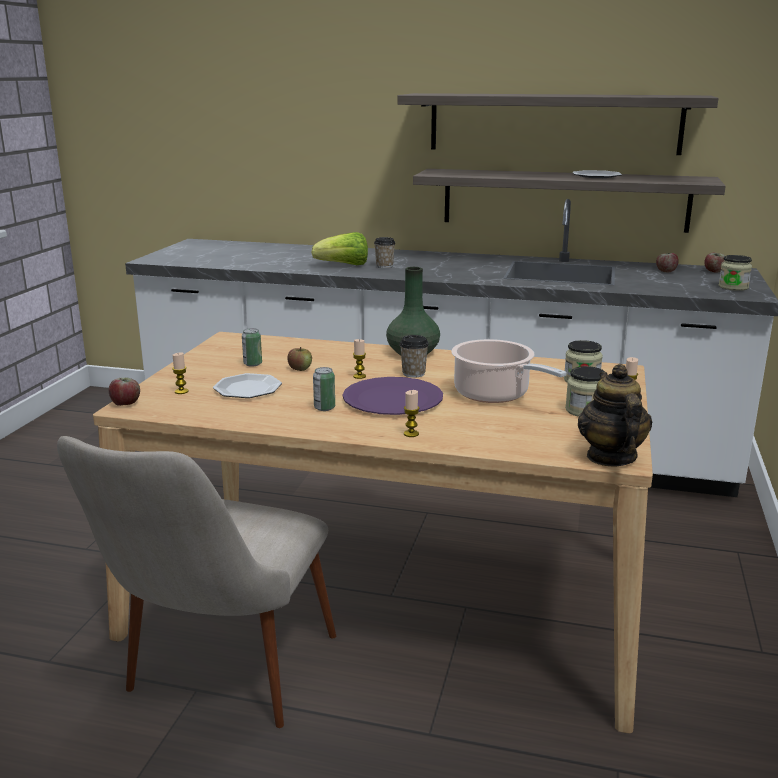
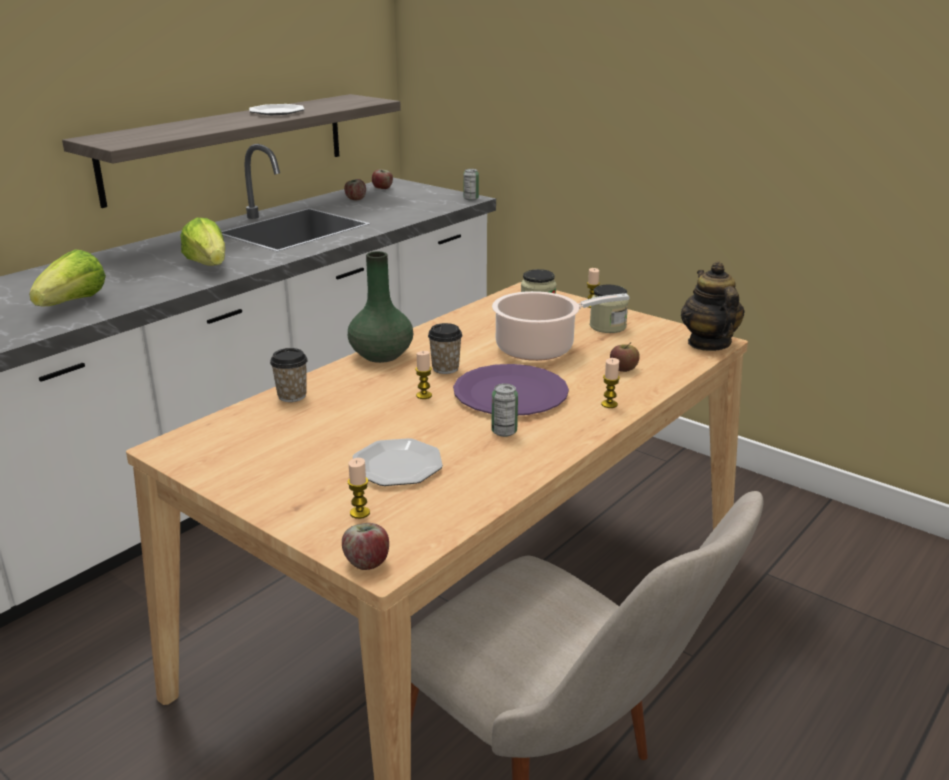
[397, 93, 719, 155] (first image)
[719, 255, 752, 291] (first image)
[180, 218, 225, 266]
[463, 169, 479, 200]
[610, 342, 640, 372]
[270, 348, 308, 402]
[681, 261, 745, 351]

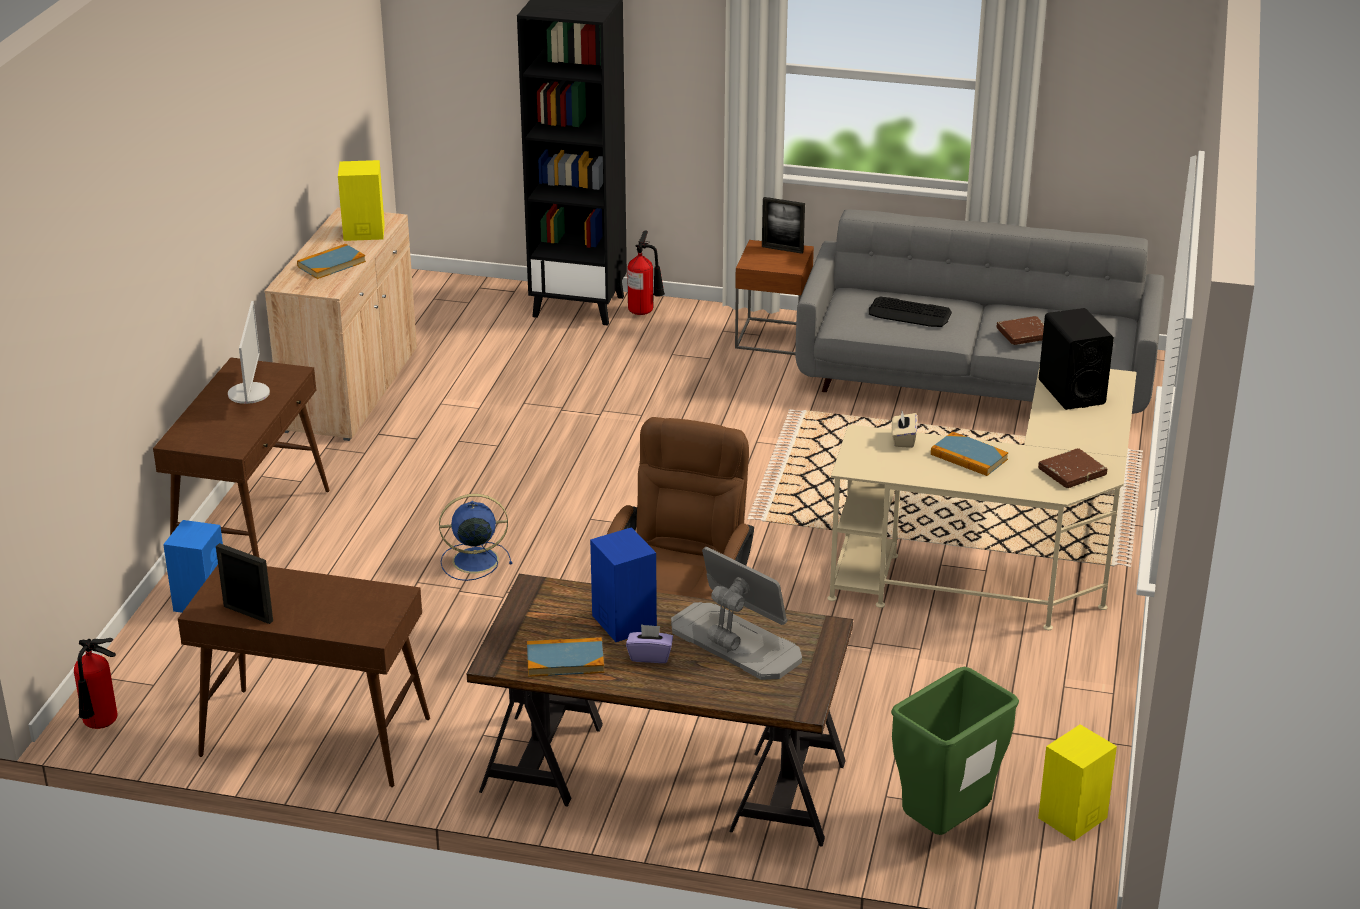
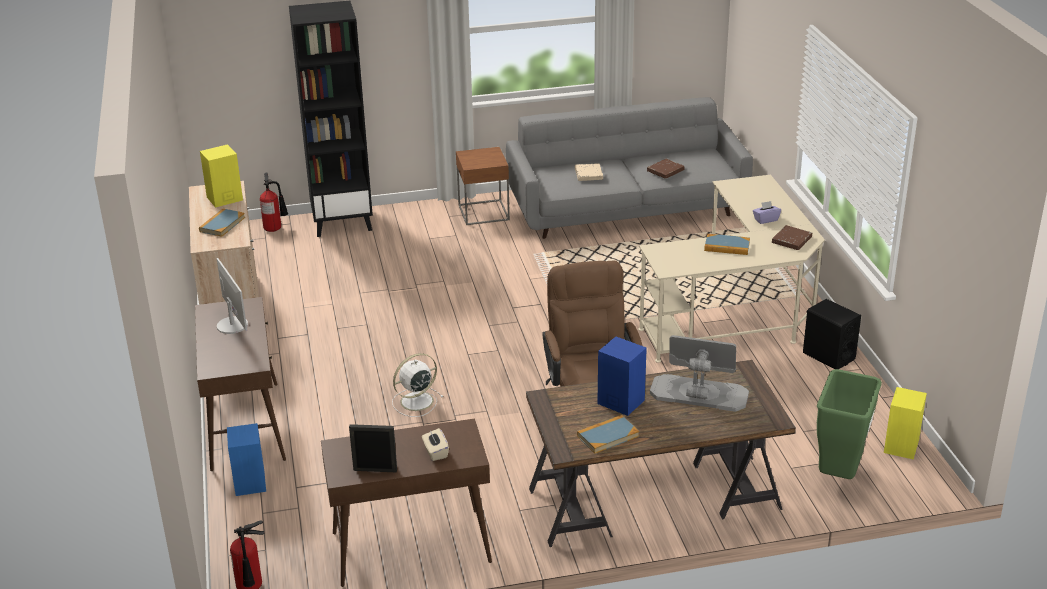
[762, 197, 805, 254] (first image)
[753, 201, 781, 224]
[260, 172, 288, 232]
[422, 428, 449, 461]
[803, 299, 861, 369]
[575, 163, 603, 181]
[392, 353, 443, 417]

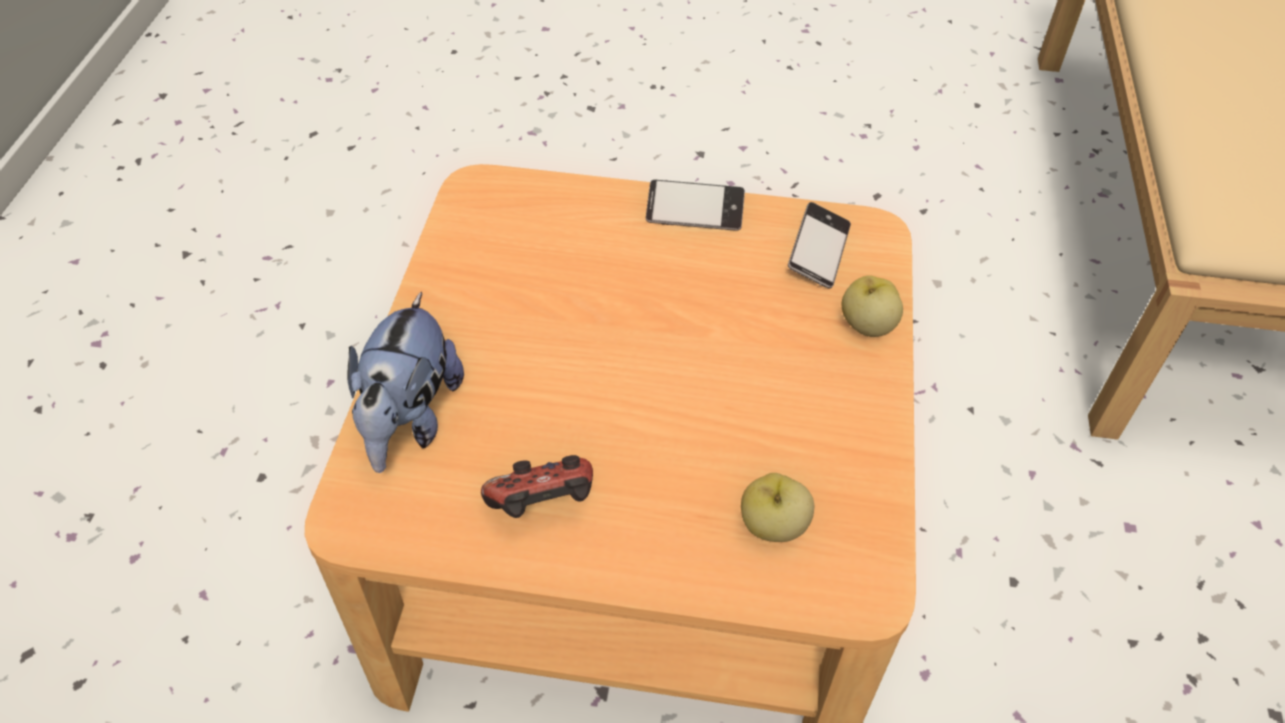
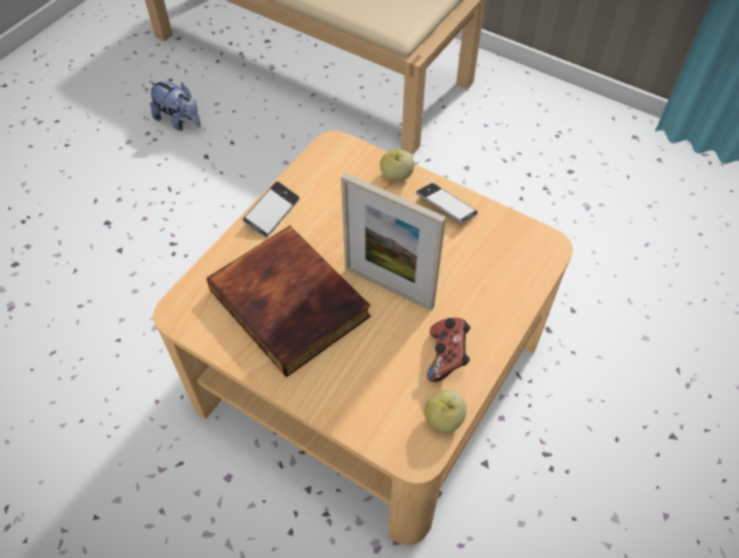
[206, 226, 371, 377]
[341, 173, 446, 311]
[149, 81, 201, 131]
[424, 389, 467, 433]
[416, 183, 478, 223]

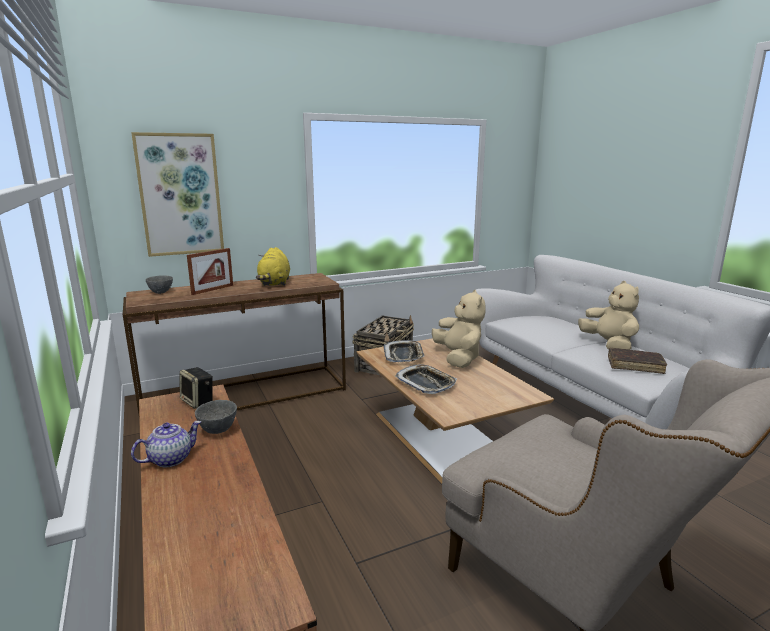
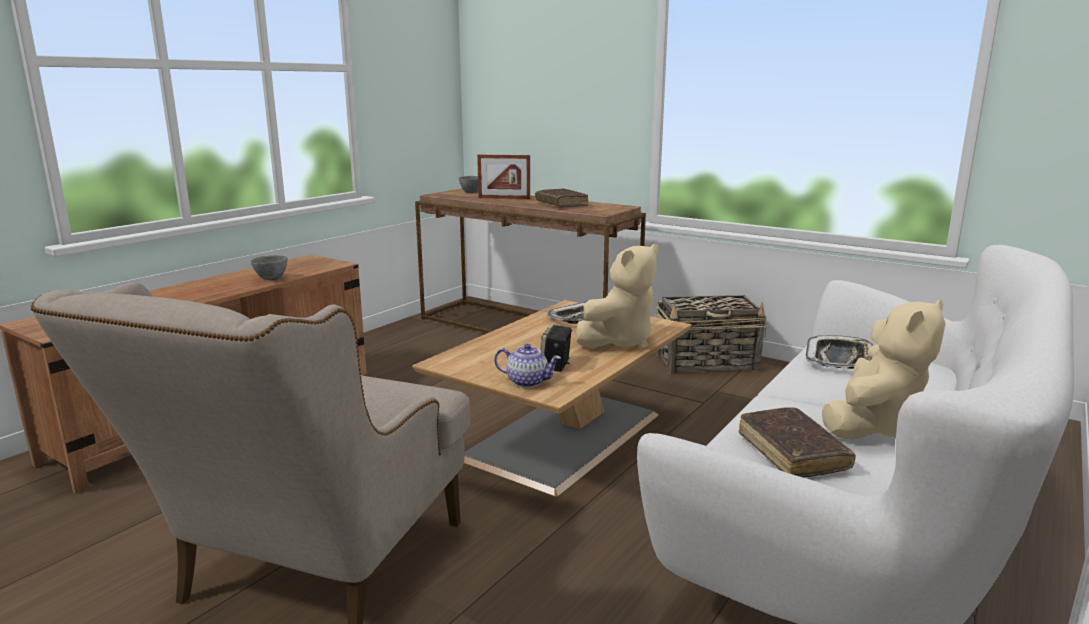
[131, 132, 224, 257] (first image)
[494, 344, 561, 388]
[540, 324, 572, 372]
[806, 335, 873, 369]
[535, 188, 588, 207]

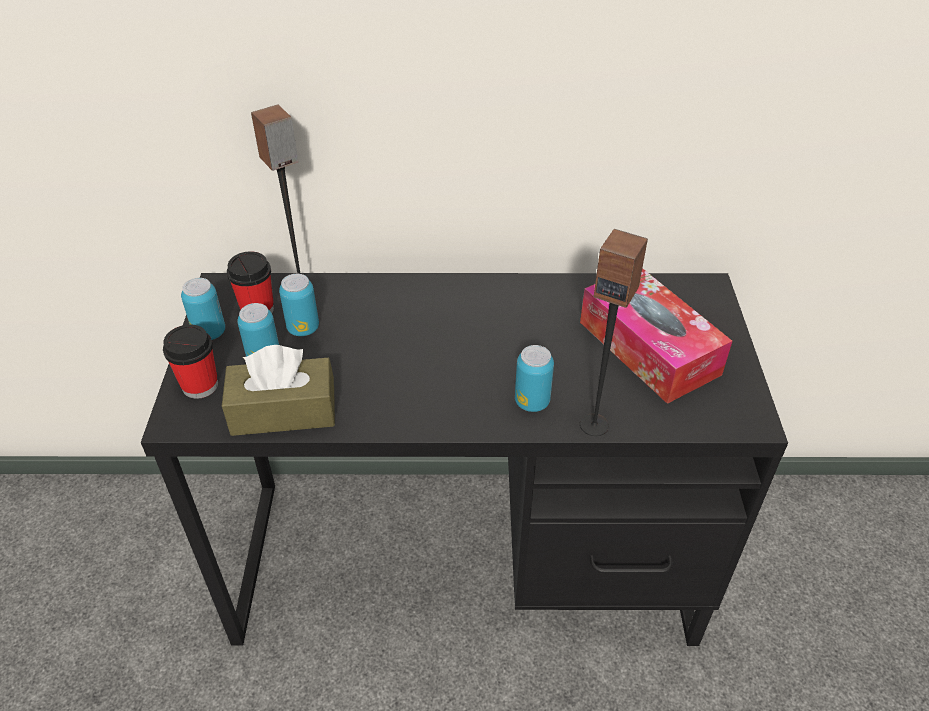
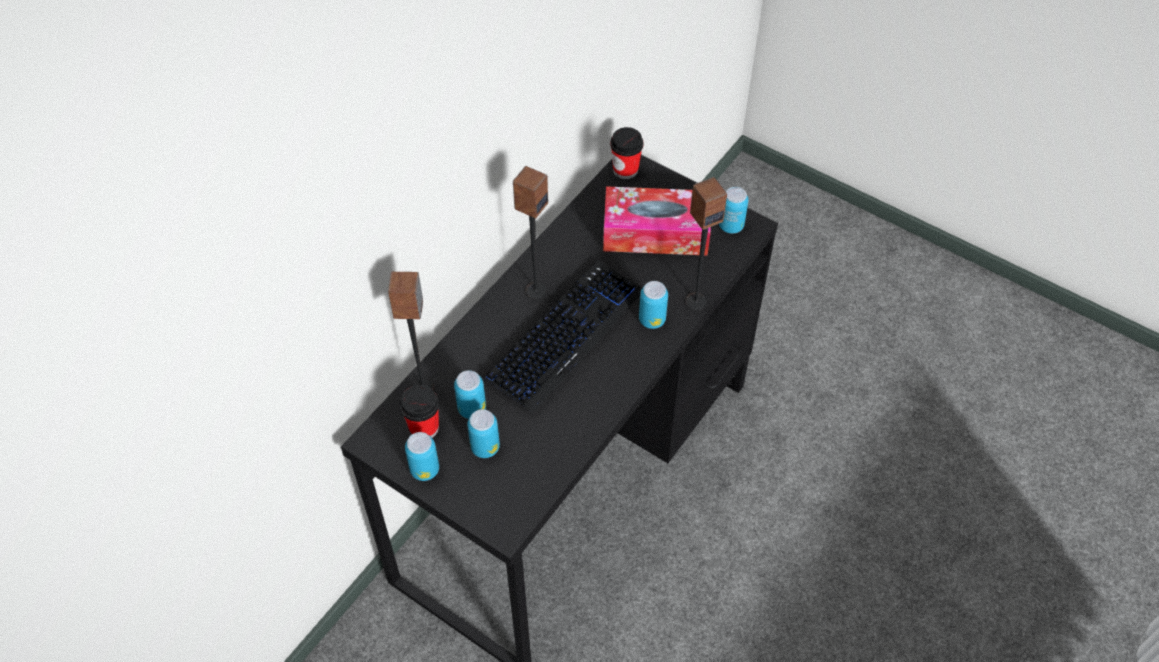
[222, 345, 335, 436] (first image)
[482, 260, 642, 413]
[513, 166, 548, 299]
[719, 187, 749, 234]
[610, 127, 644, 179]

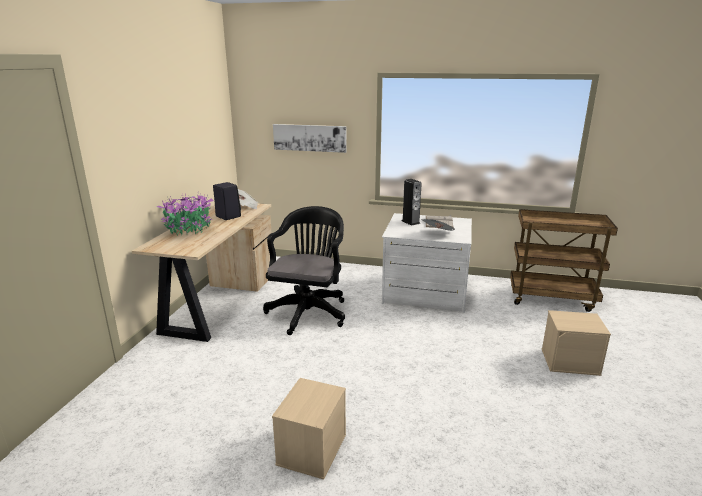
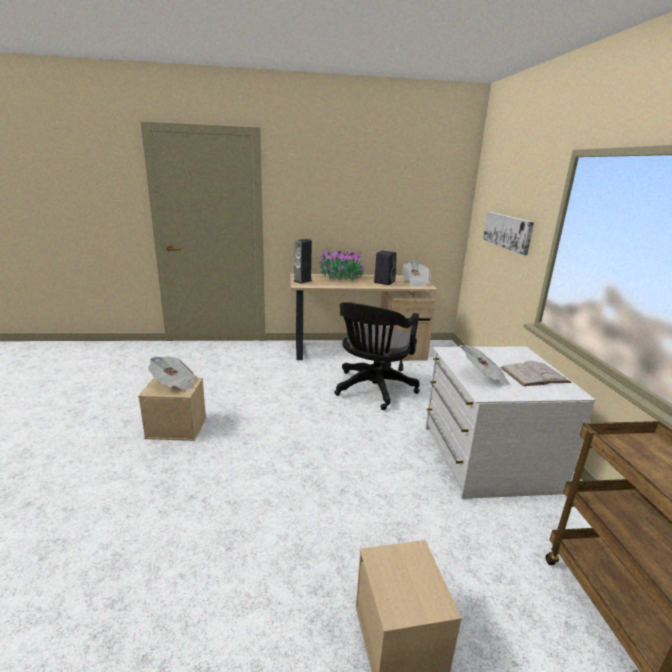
[148, 356, 197, 391]
[293, 239, 312, 284]
[335, 302, 420, 410]

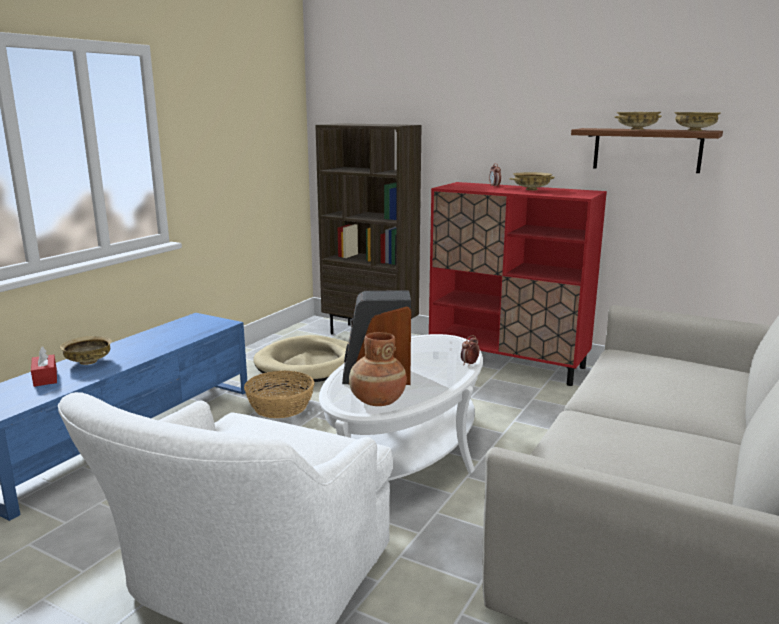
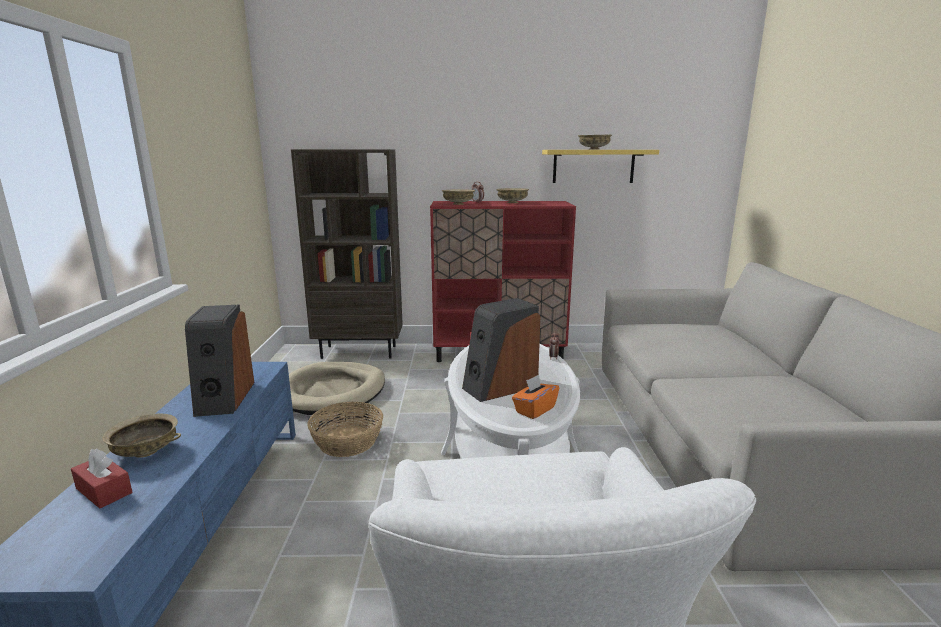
[185, 305, 254, 417]
[441, 189, 475, 205]
[512, 375, 559, 419]
[542, 150, 659, 183]

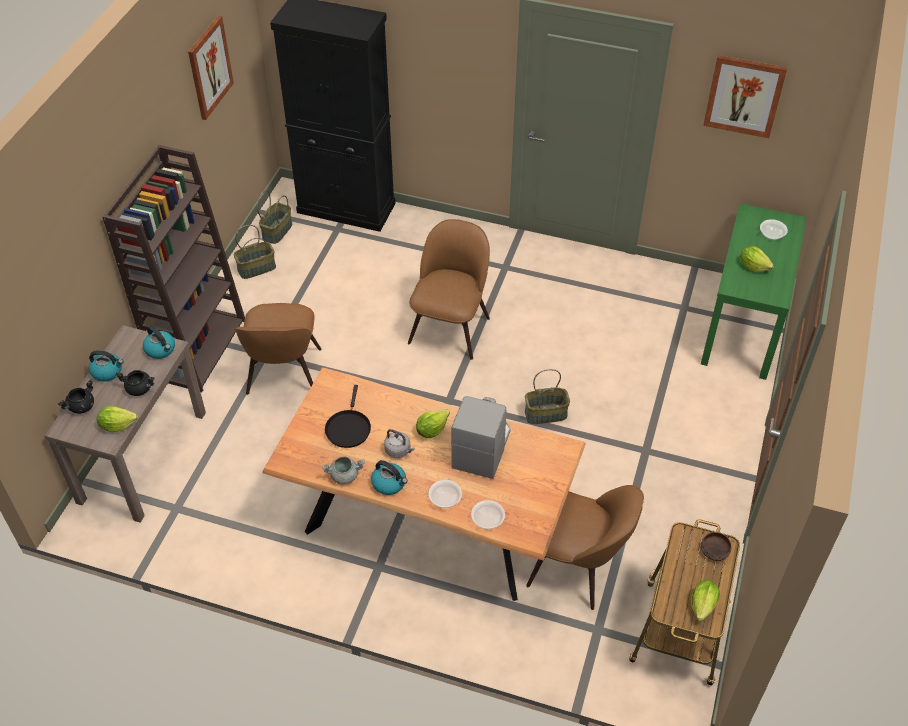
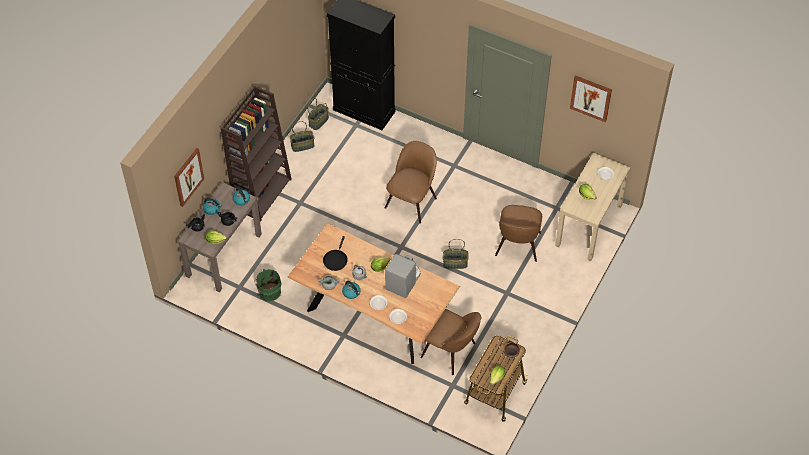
[255, 269, 281, 302]
[174, 148, 204, 207]
[495, 205, 542, 262]
[555, 153, 630, 261]

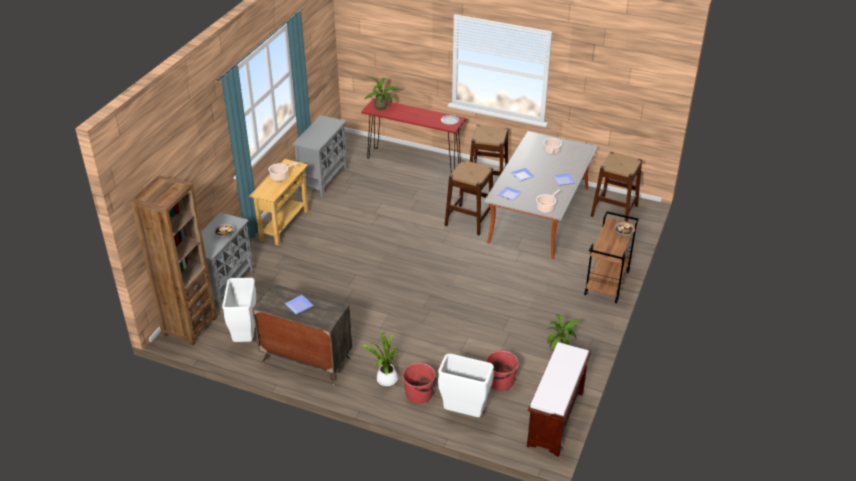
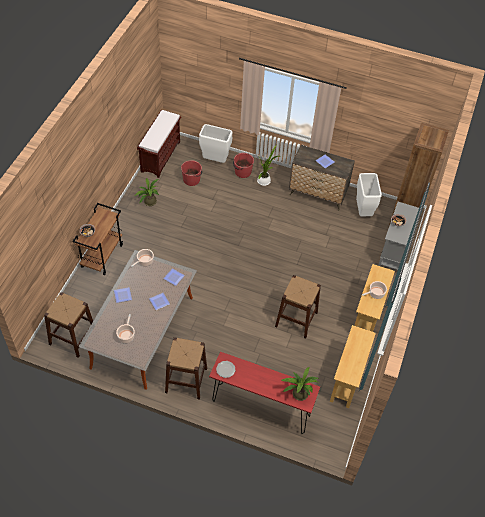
[275, 275, 321, 339]
[330, 325, 376, 408]

